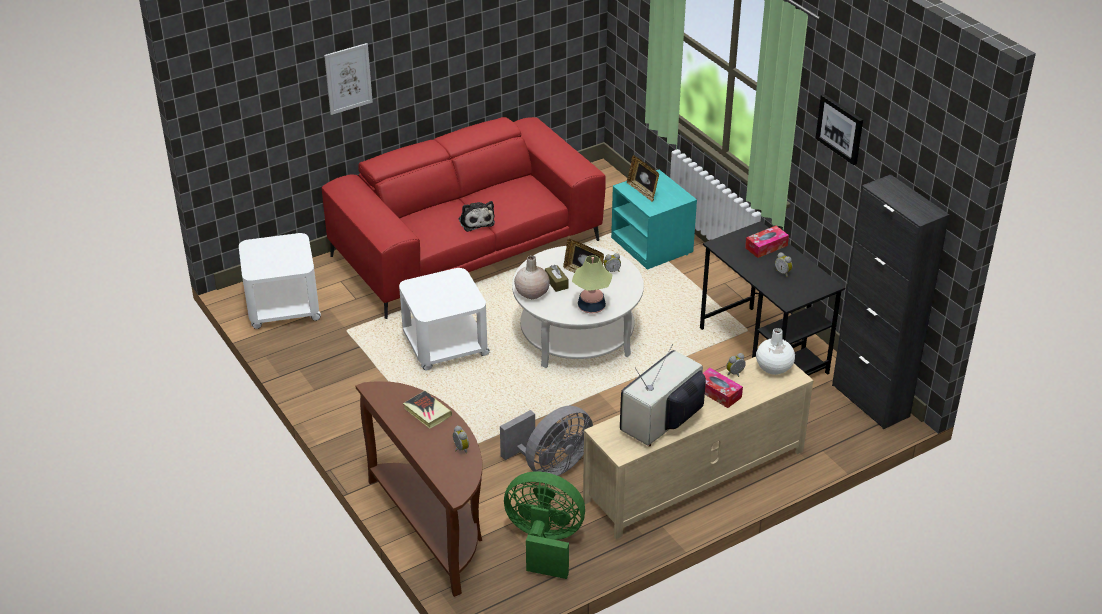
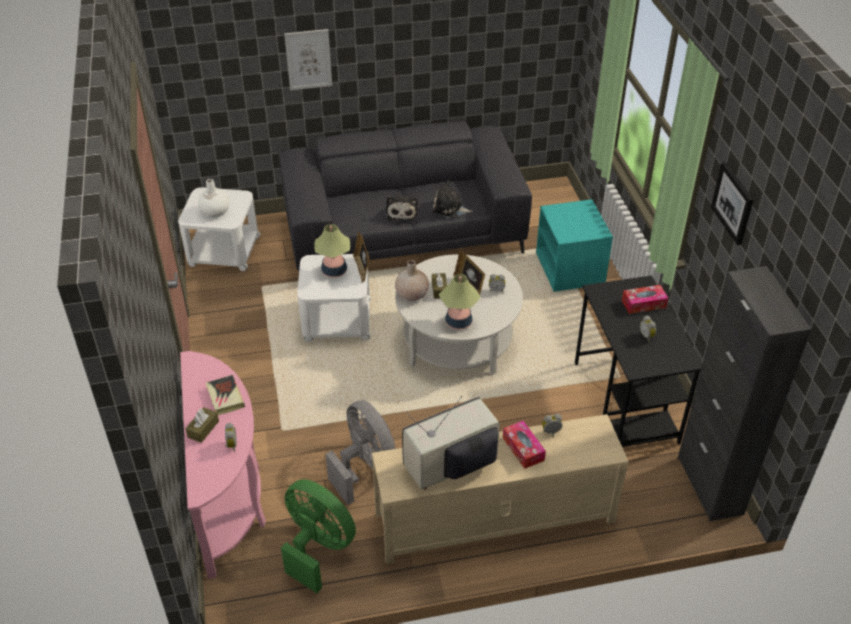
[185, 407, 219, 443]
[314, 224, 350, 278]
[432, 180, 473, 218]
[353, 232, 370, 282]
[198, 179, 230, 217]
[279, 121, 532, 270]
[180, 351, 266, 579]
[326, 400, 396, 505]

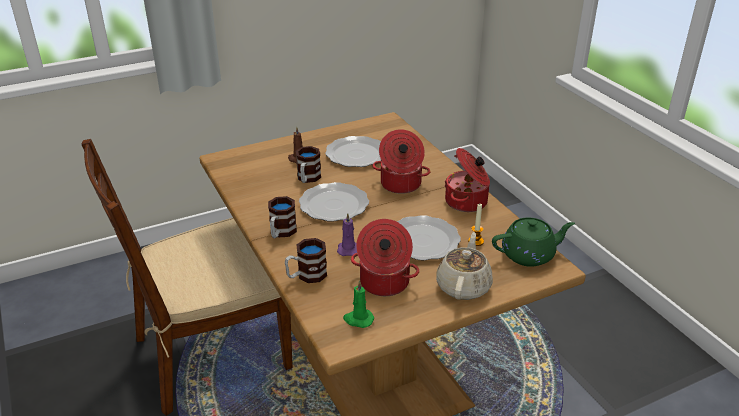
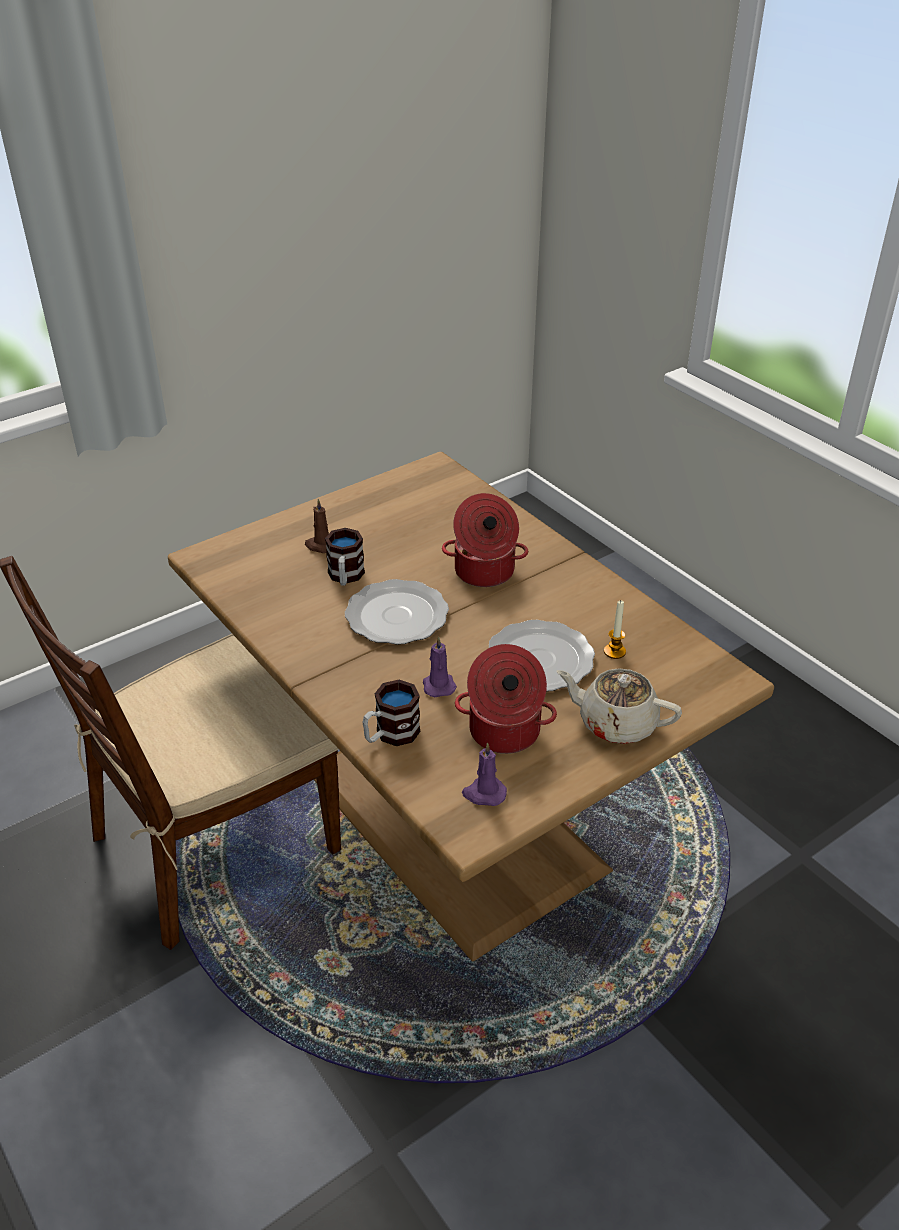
[268, 196, 297, 238] (first image)
[325, 136, 381, 167] (first image)
[444, 148, 490, 212] (first image)
[492, 218, 575, 267] (first image)
[462, 742, 507, 806]
[557, 668, 682, 744]

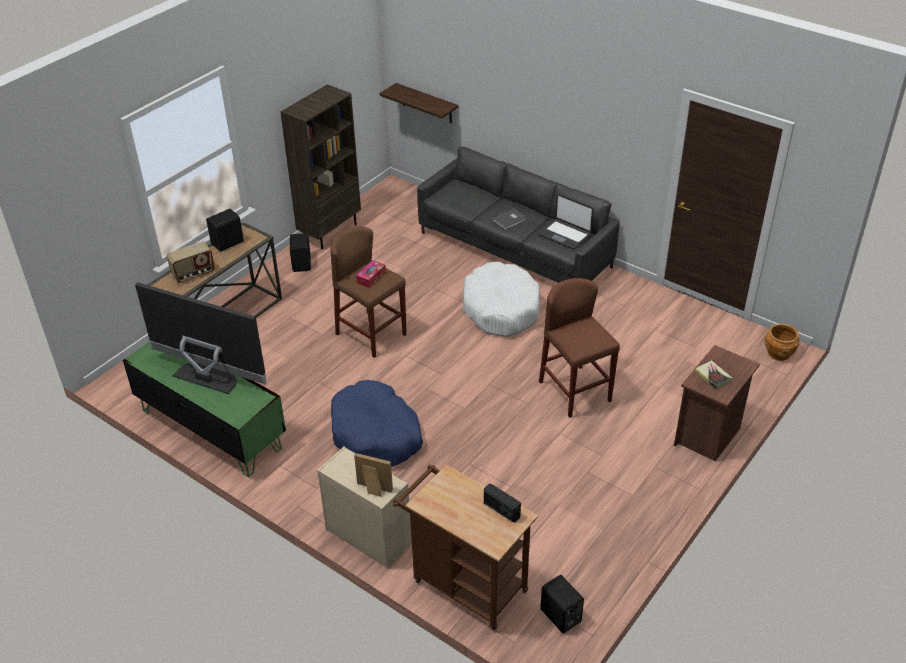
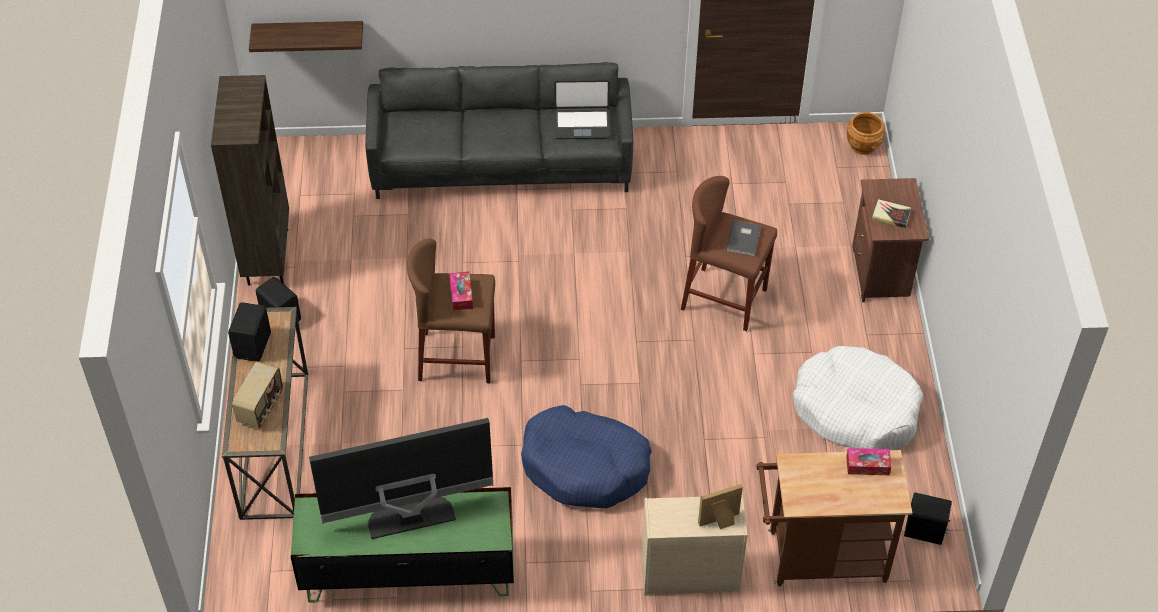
[793, 346, 923, 450]
[726, 221, 761, 256]
[846, 448, 892, 475]

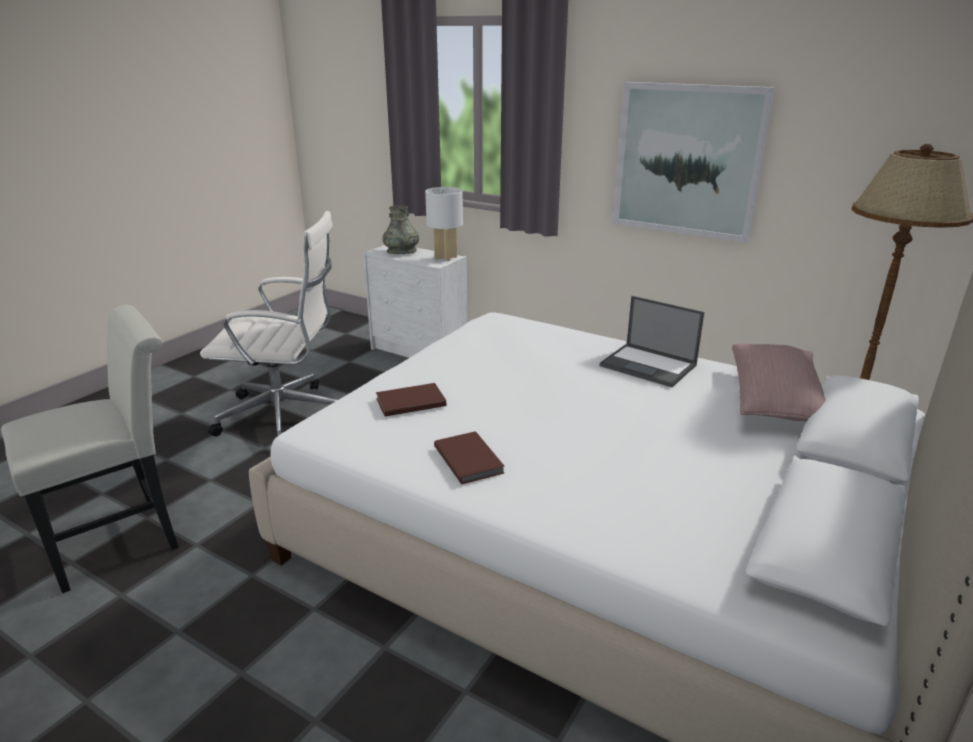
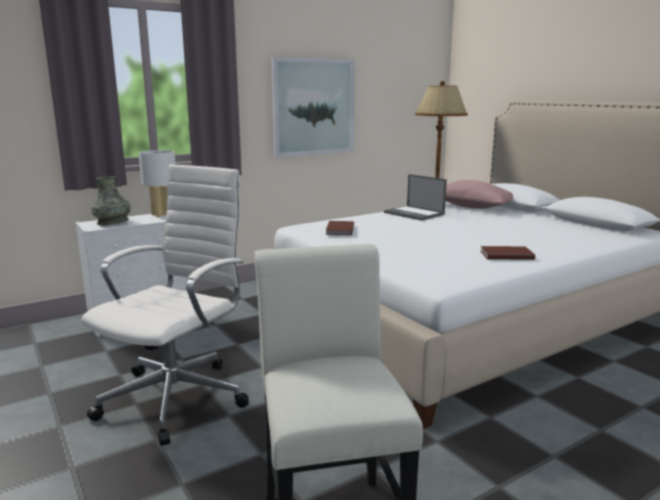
[326, 221, 354, 235]
[384, 174, 447, 221]

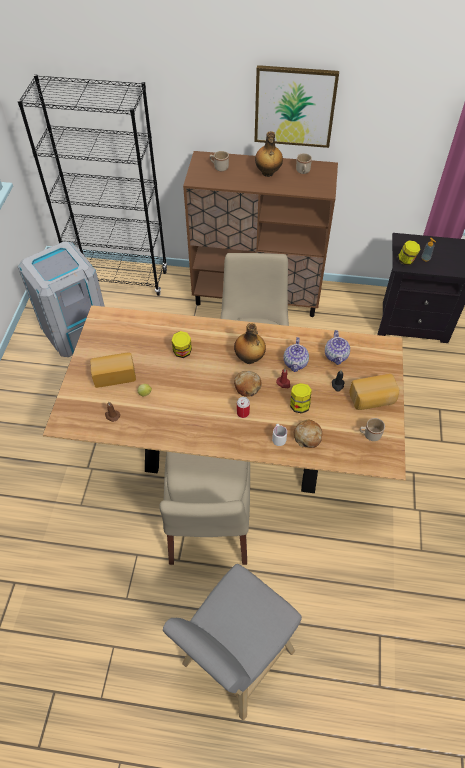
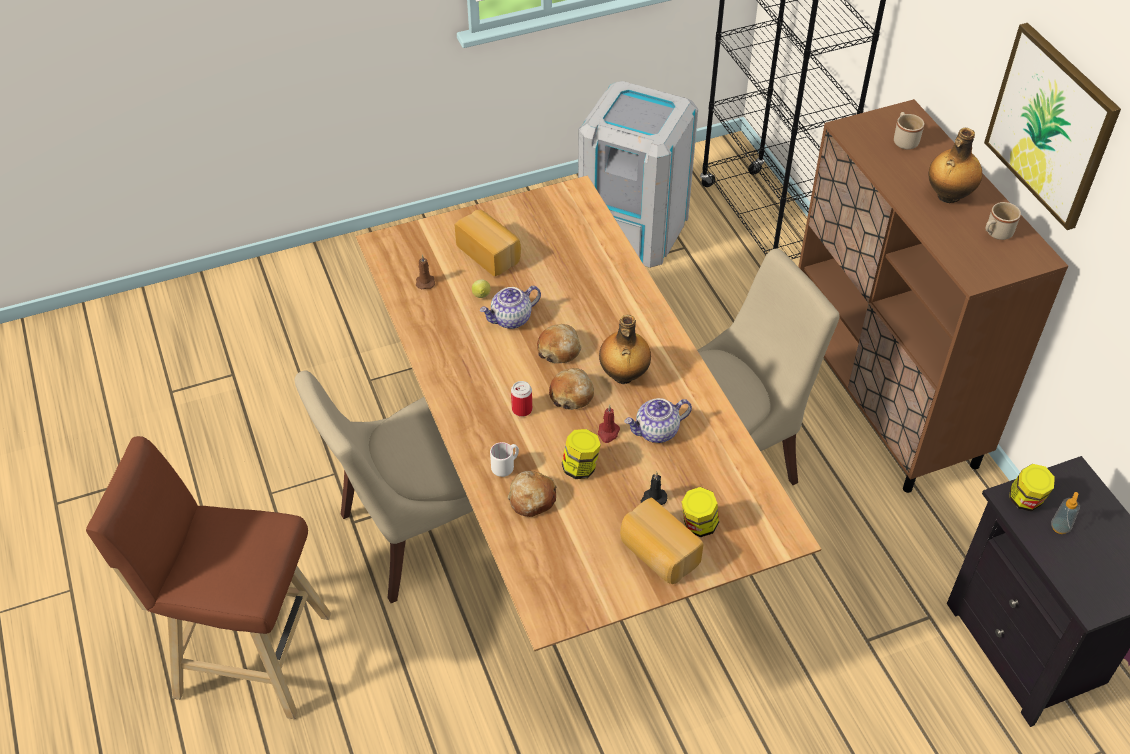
[360, 418, 385, 441] (first image)
[537, 324, 581, 363]
[682, 487, 719, 537]
[480, 286, 541, 329]
[86, 436, 331, 719]

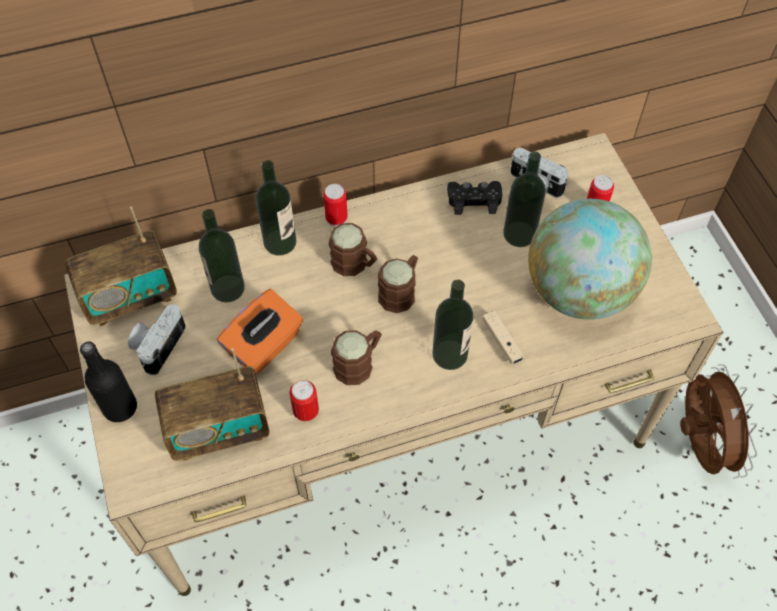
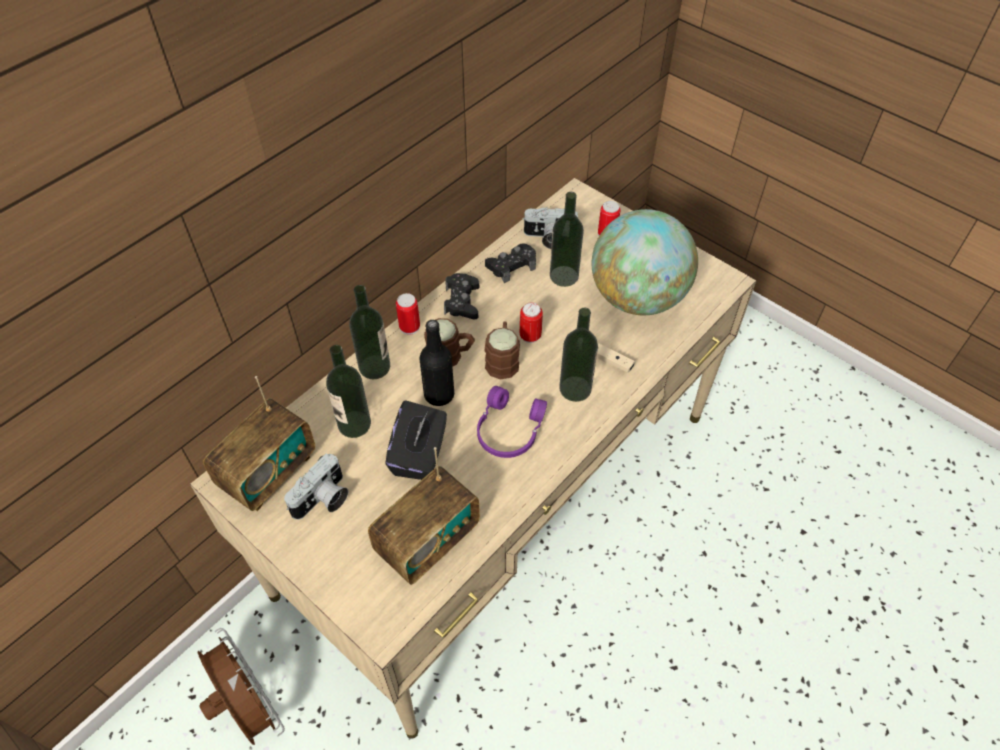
[444, 273, 479, 319]
[419, 320, 454, 406]
[520, 302, 543, 343]
[198, 628, 285, 745]
[477, 386, 547, 458]
[385, 400, 447, 480]
[284, 453, 349, 520]

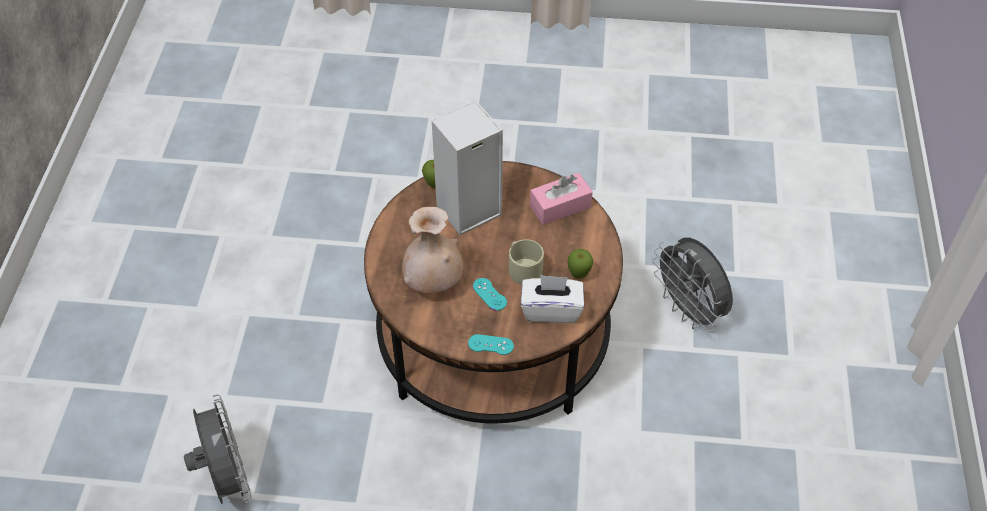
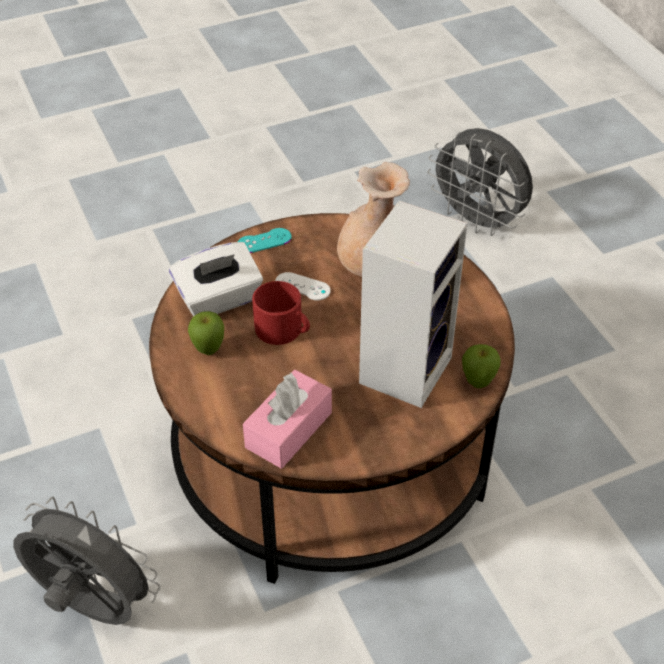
[275, 272, 331, 300]
[252, 281, 310, 345]

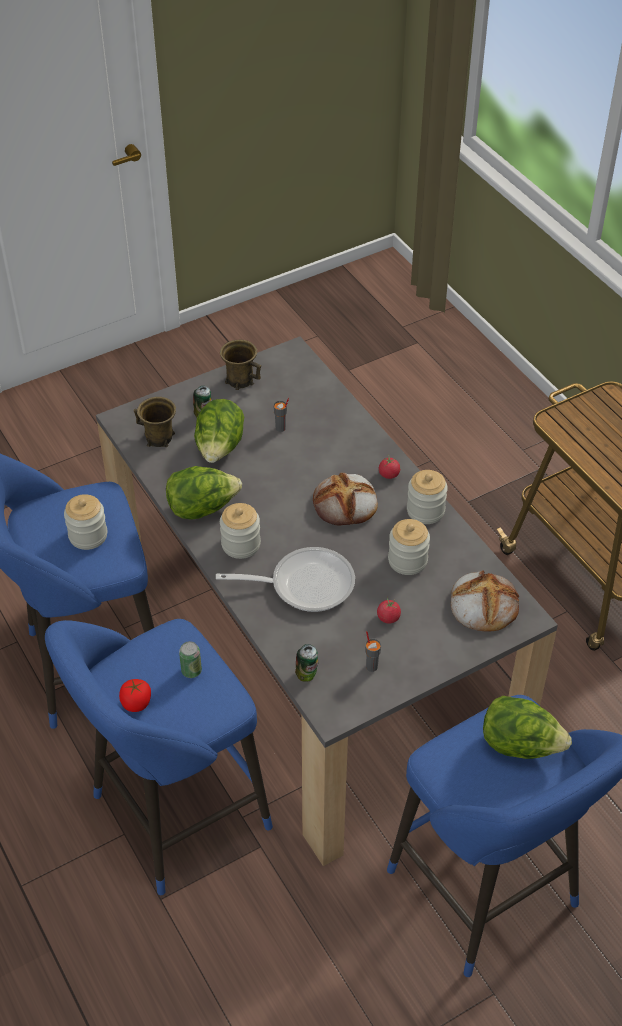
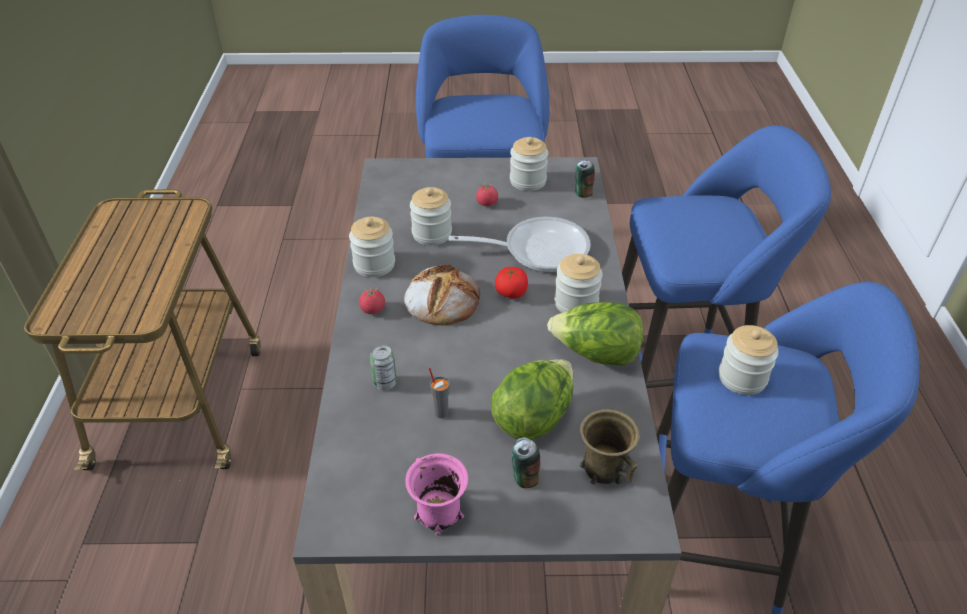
[451, 570, 519, 632] (first image)
[483, 696, 572, 759] (first image)
[495, 267, 528, 298]
[370, 345, 397, 390]
[510, 137, 548, 191]
[405, 453, 468, 535]
[448, 217, 591, 272]

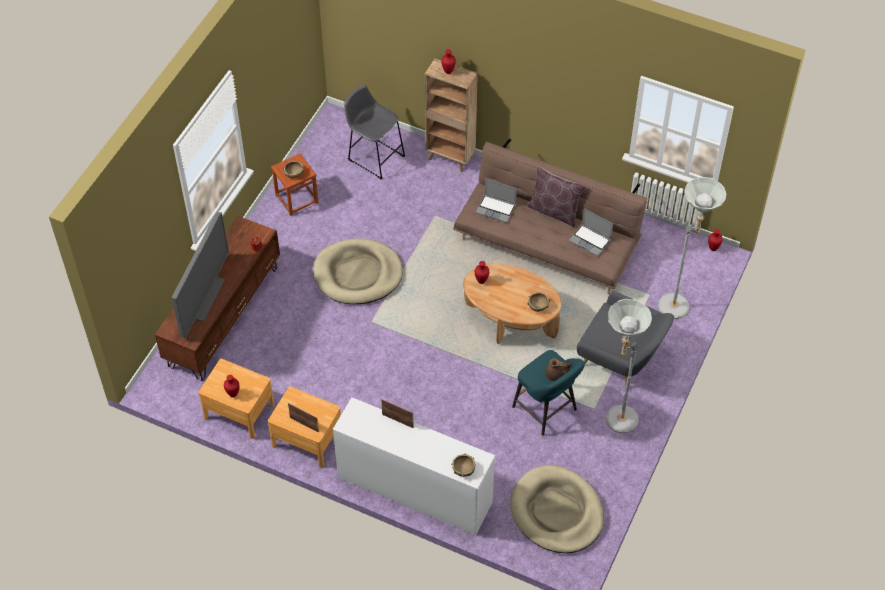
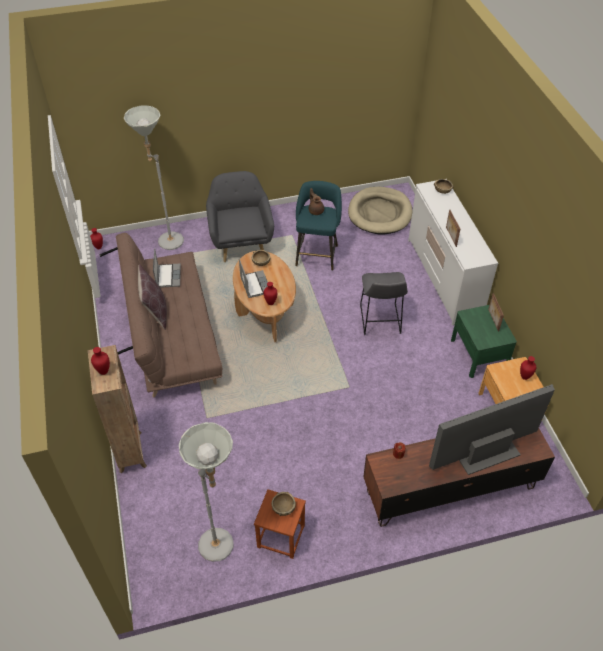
[313, 238, 403, 304] (first image)
[360, 272, 408, 335]
[239, 258, 268, 298]
[179, 422, 234, 562]
[451, 305, 517, 378]

